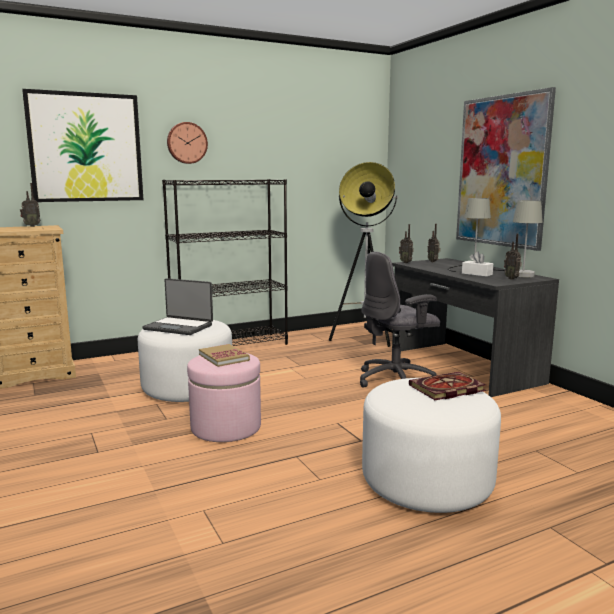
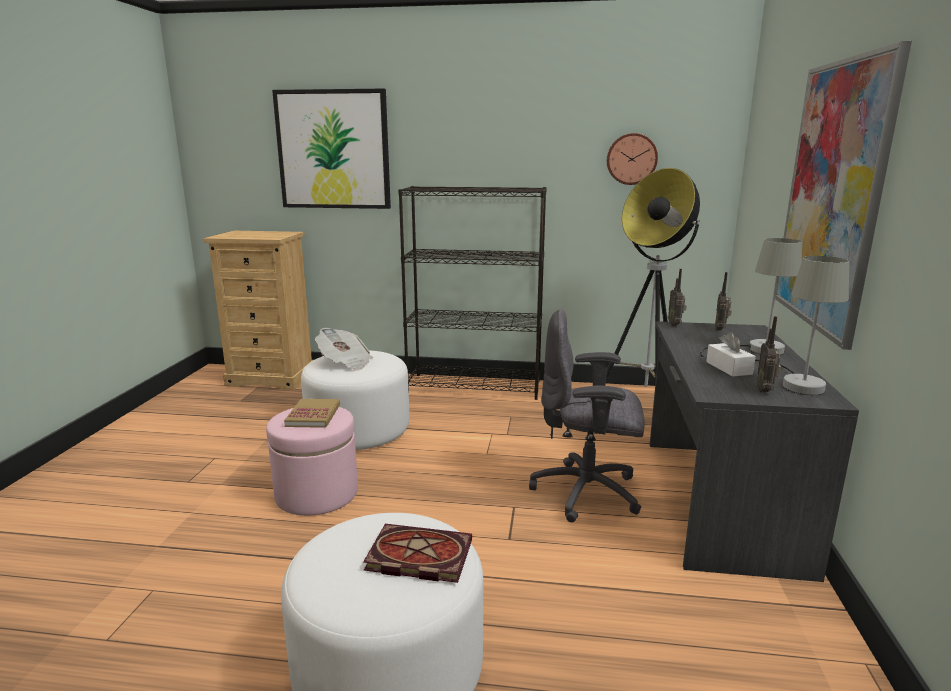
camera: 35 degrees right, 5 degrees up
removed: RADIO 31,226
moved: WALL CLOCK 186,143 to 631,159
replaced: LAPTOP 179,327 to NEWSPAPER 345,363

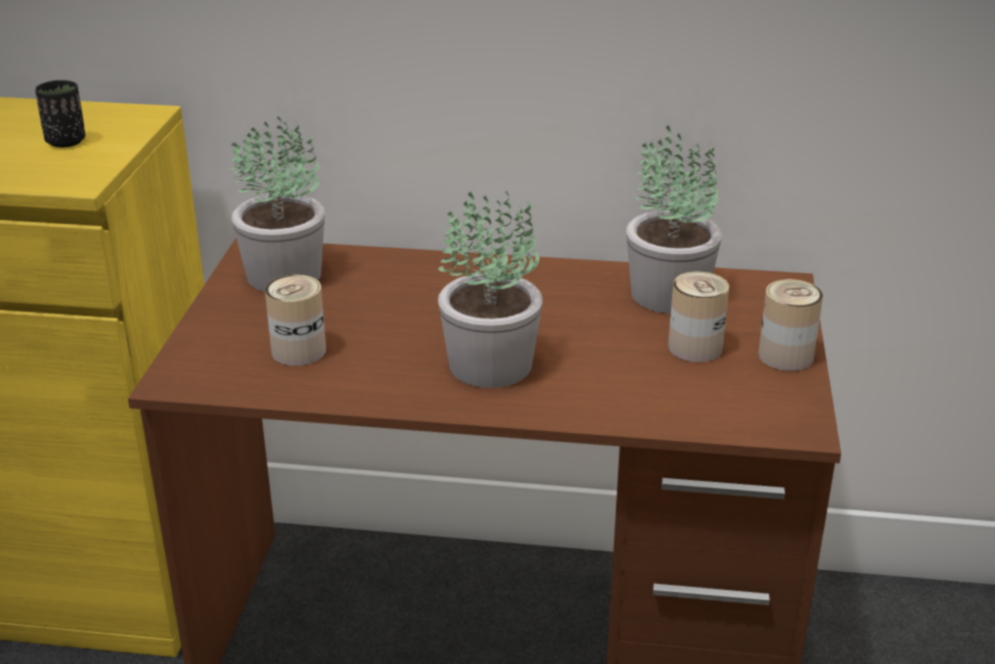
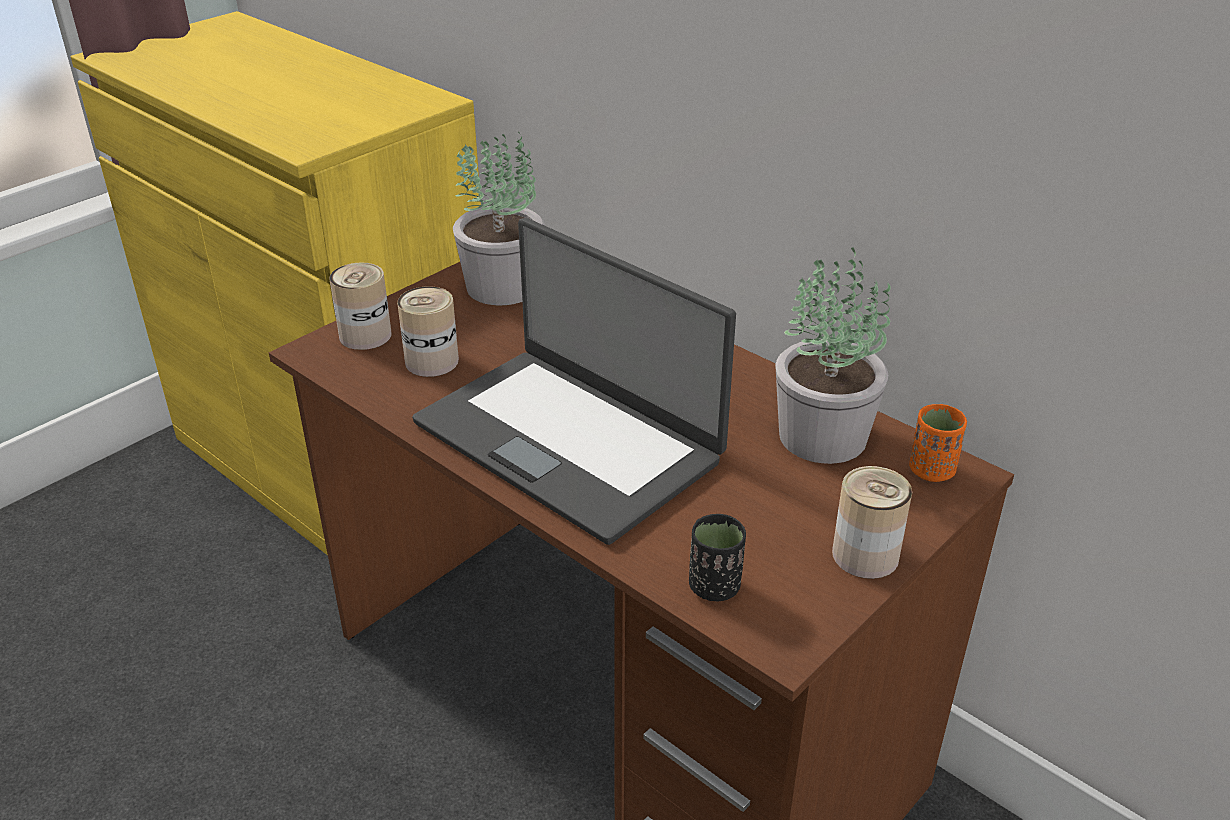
camera: 35 degrees right, 5 degrees up
added: ORANGE CUP 931,471
moved: BLACKISH CUP 66,141 to 714,587; SEALED CAN 695,347 to 365,335
replaced: POTTED PLANT 492,364 to LAPTOP 569,440

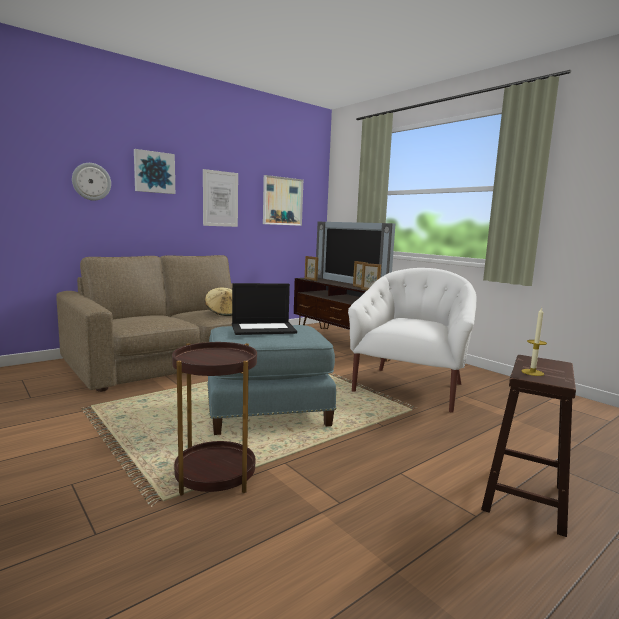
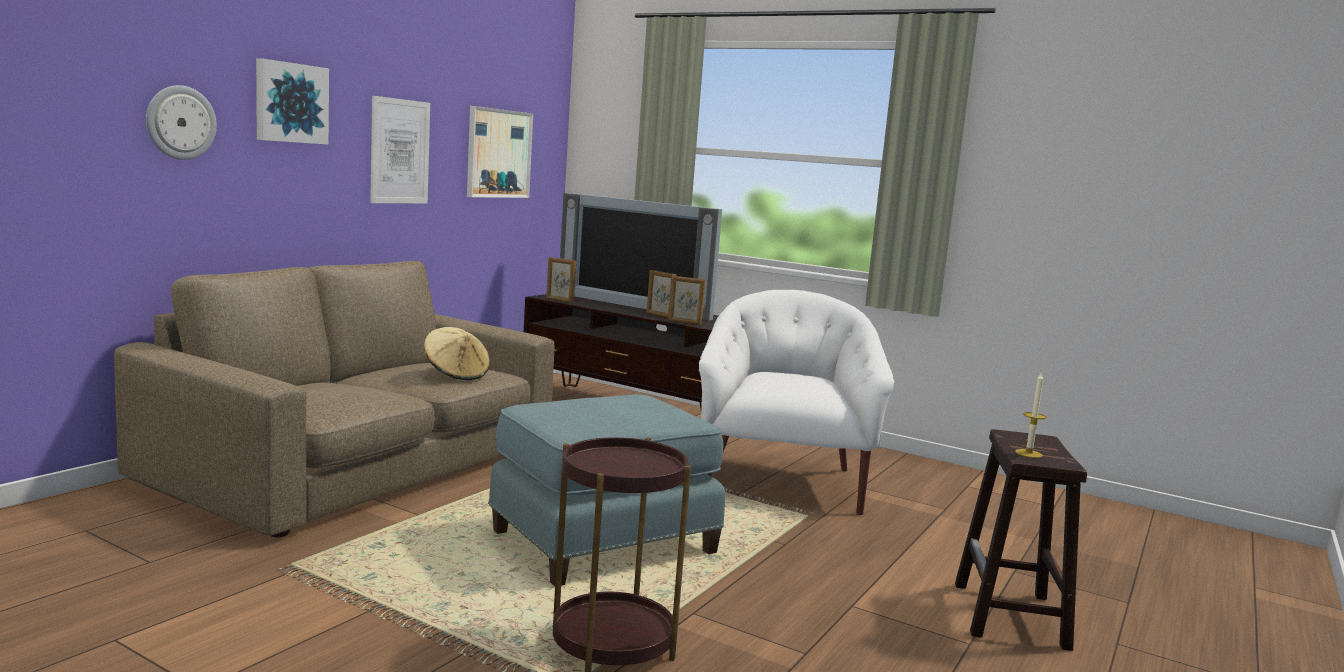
camera: 20 degrees left, 0 degrees up
removed: LAPTOP 264,328

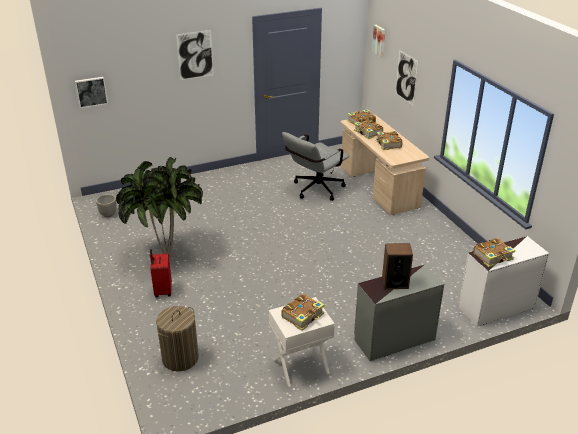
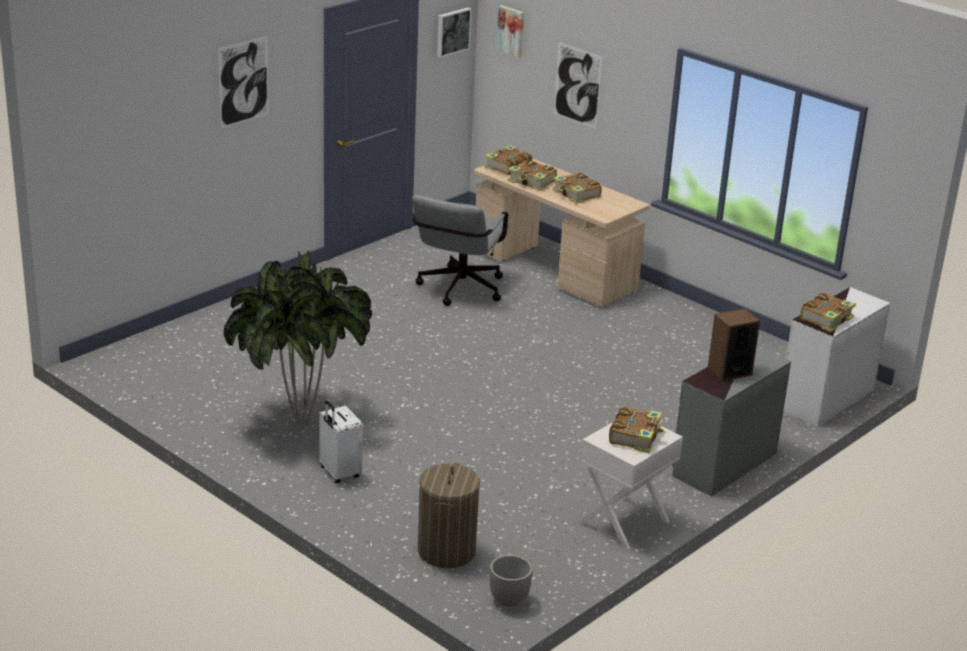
camera: 25 degrees left, 5 degrees down
moved: WALL PICTURE 91,91 to 452,31; FLOWER POT 108,214 to 509,599
recoloured: RED-COLOURED TRAVEL CASE 162,291 to WHITE-COLOURED TRAVEL CASE 339,473

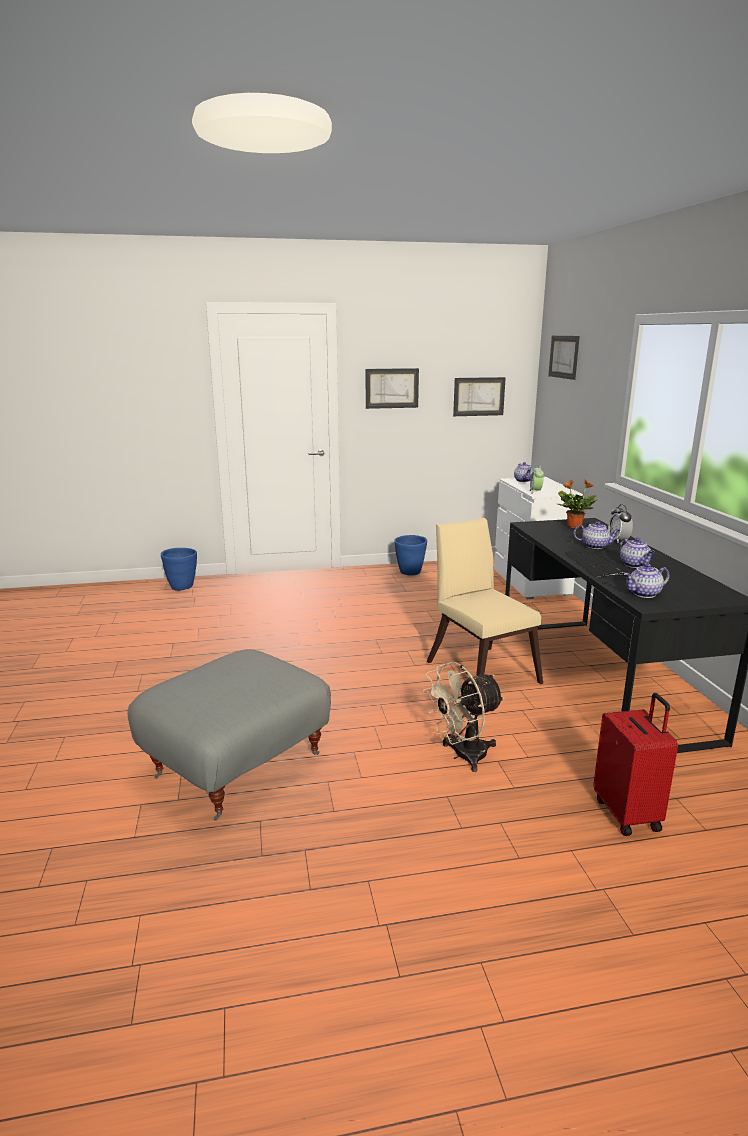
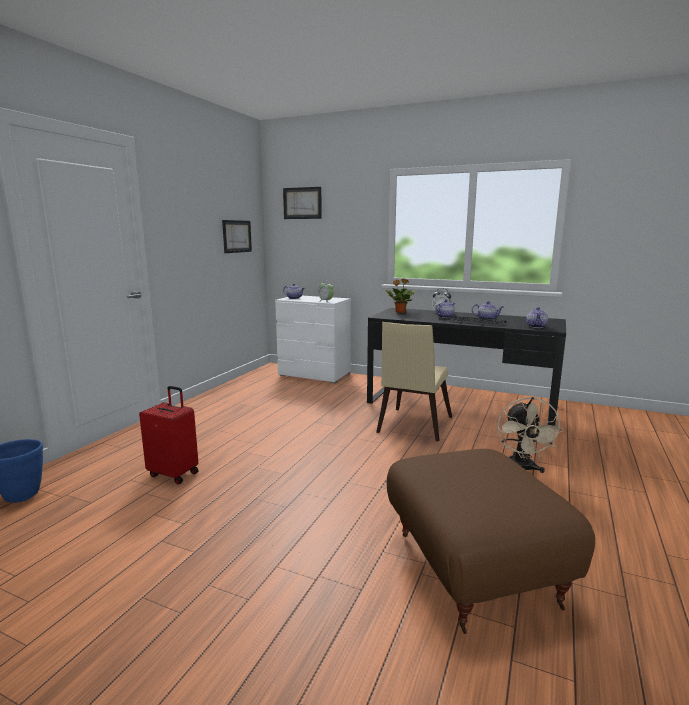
camera: 55 degrees left, 5 degrees down
removed: WALL PICTURE 392,388; BLUE FLOWER POT 410,573
moved: RED-COLOURED TRAVEL CASE 628,814 to 174,473
recoloured: GREY OTTOMAN 237,764 to BROWN-COLOURED OTTOMAN 471,569
turned: SAND-COLOURED CHAIR 480,669 = 412,426 75 degrees counterclockwise

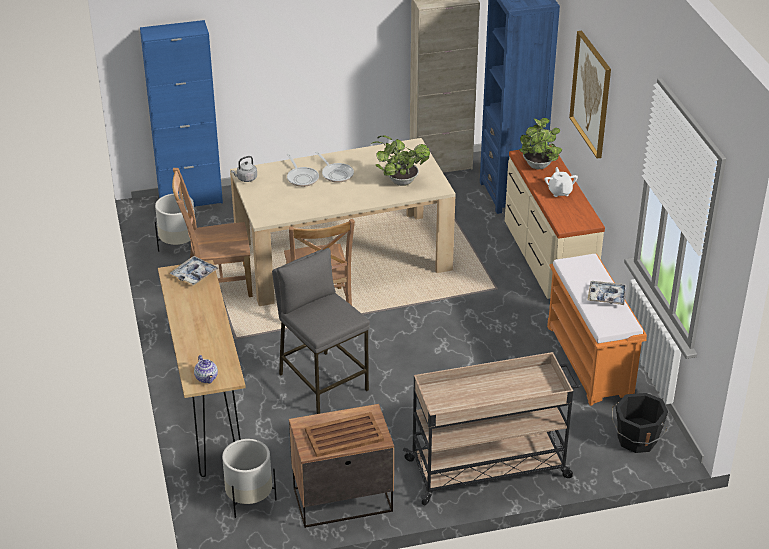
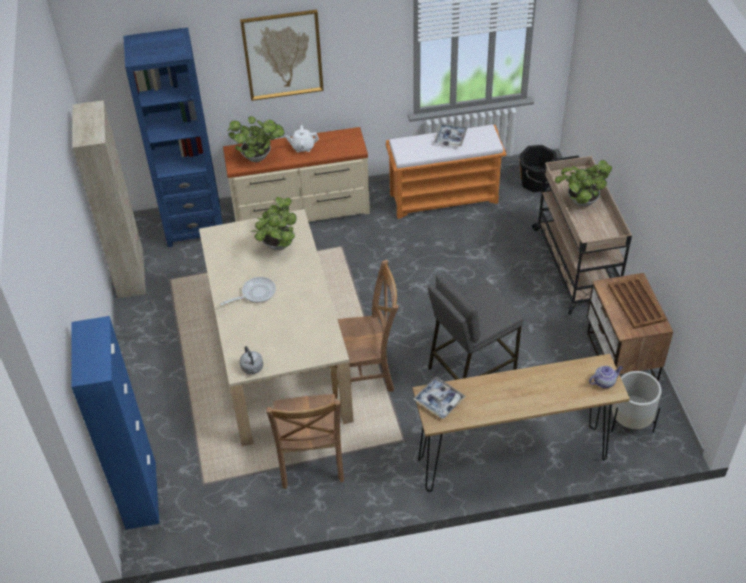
camera: 85 degrees left, 10 degrees up
removed: FRYING PAN 302,178; WHITE-COLOURED FLOWER POT 178,246
added: POTTED PLANT 580,202

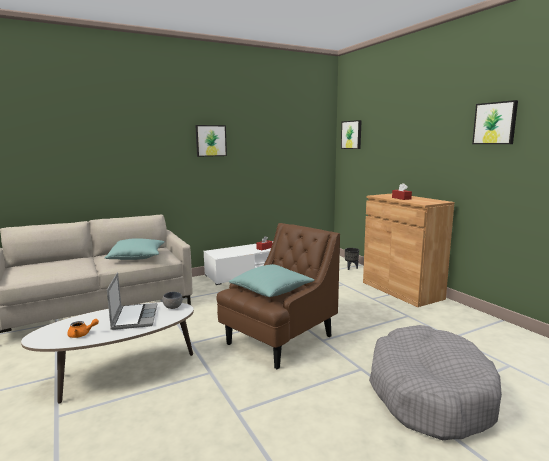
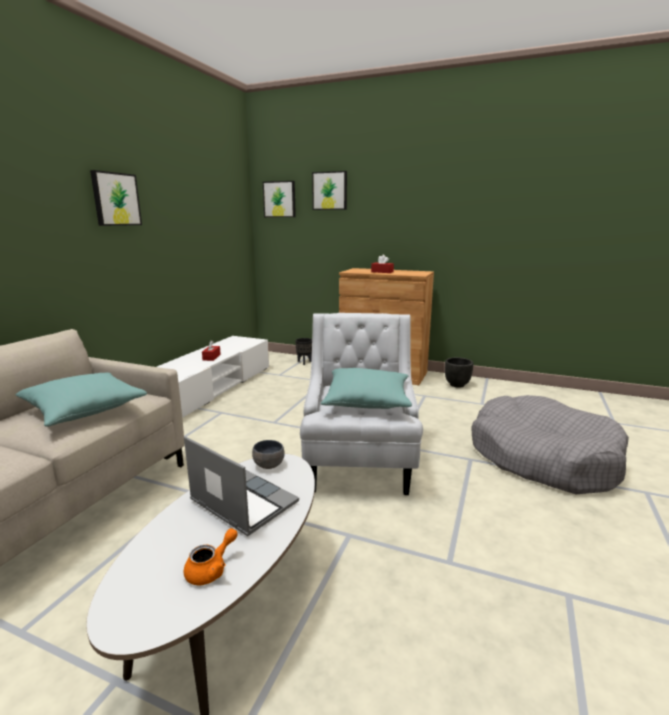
camera: 40 degrees left, 5 degrees up
added: BLACKISH FLOWER POT 456,385
moved: WALL PICTURE 495,123 to 330,191
recoloured: BROWN-COLOURED LOUNGE CHAIR 279,340 to WHITE-COLOURED LOUNGE CHAIR 359,463

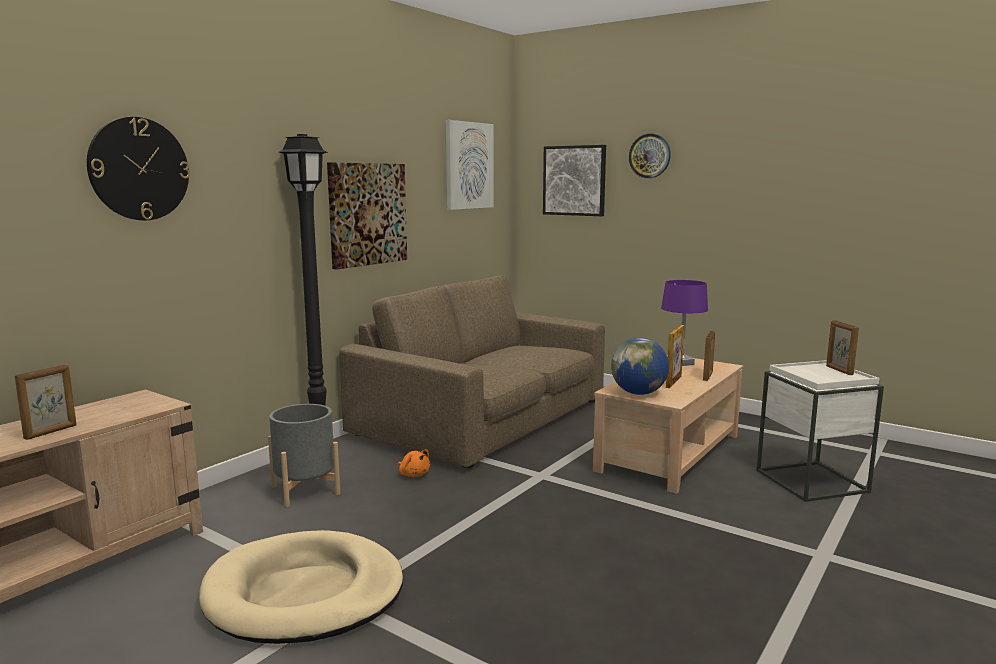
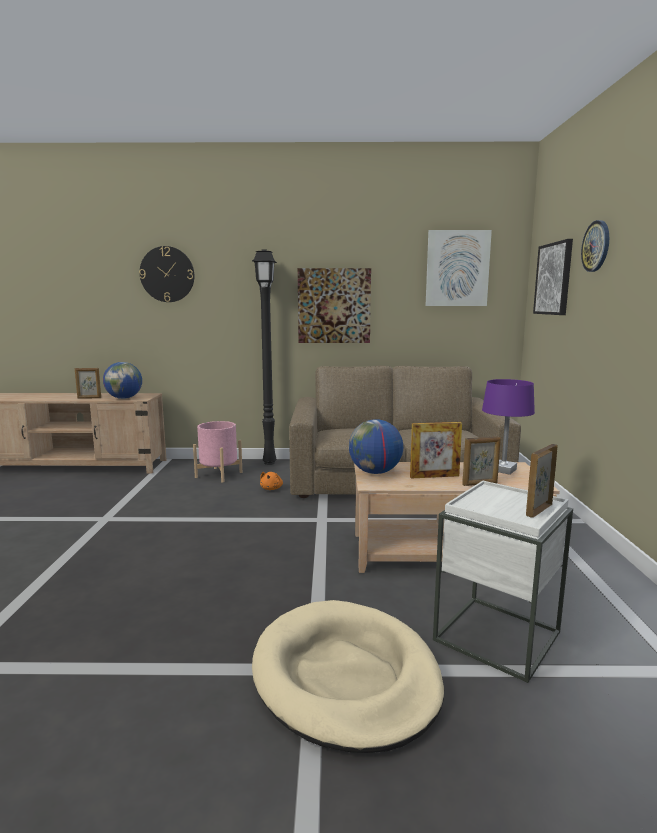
camera: 55 degrees right, 0 degrees up
added: DESK GLOBE 124,398
moved: SAND-COLOURED DOG BED 304,593 to 345,677
recoloured: GREY FLOWER POT 305,490 to PINKISH FLOWER POT 219,475

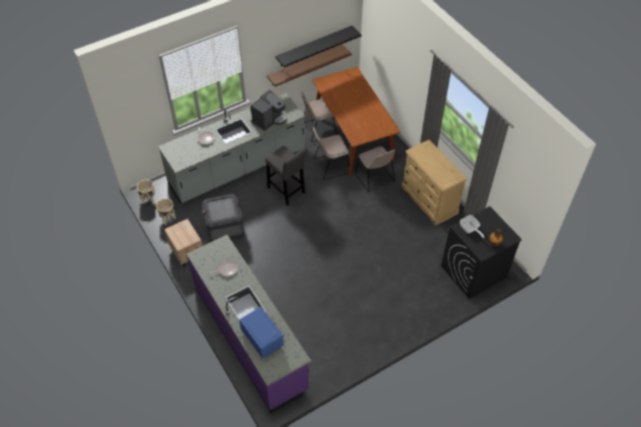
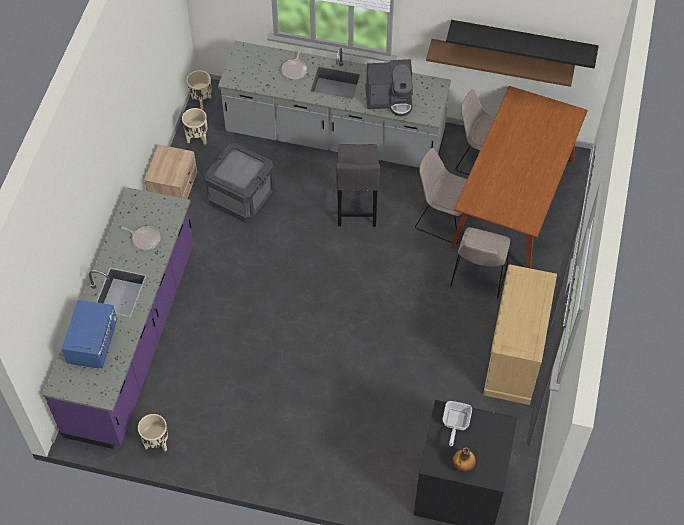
camera: 45 degrees right, 5 degrees up
added: SAND-COLOURED FLOWER POT 157,444

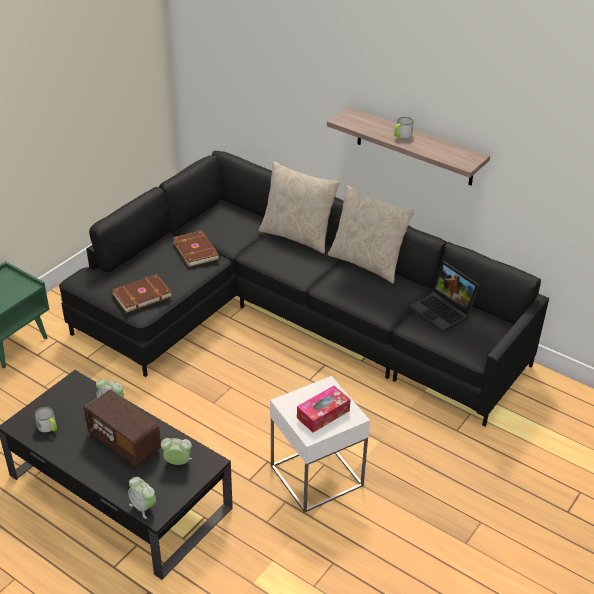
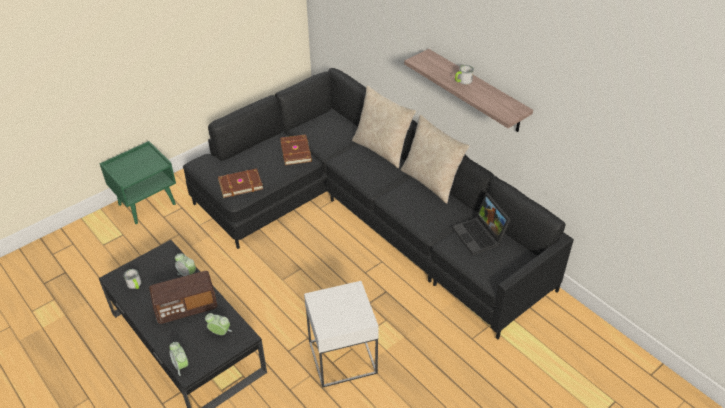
camera: 15 degrees right, 5 degrees up
removed: BOX OF TISSUES 323,414
turned: RADIO 124,442 = 186,307 75 degrees counterclockwise

